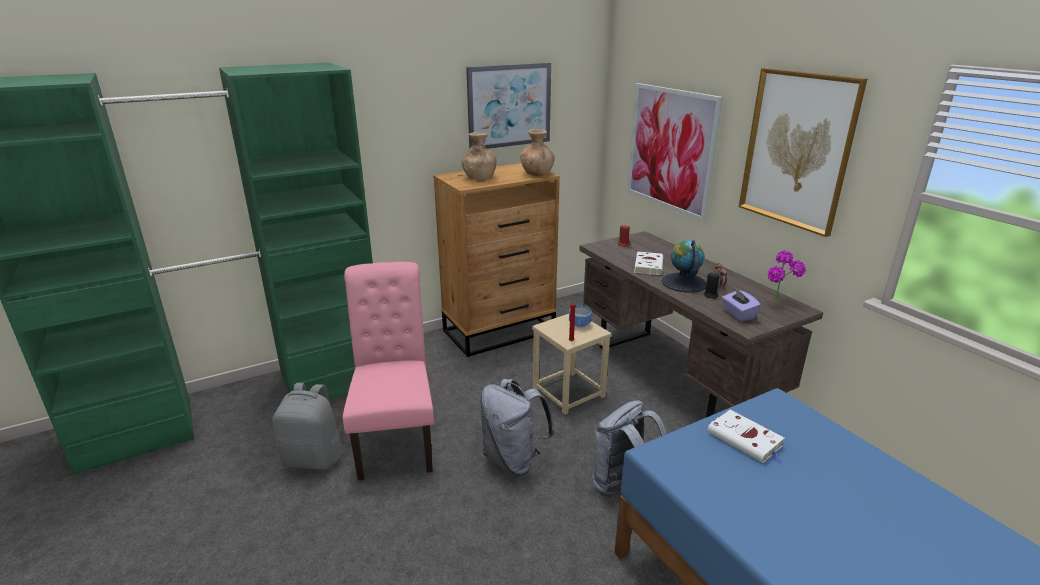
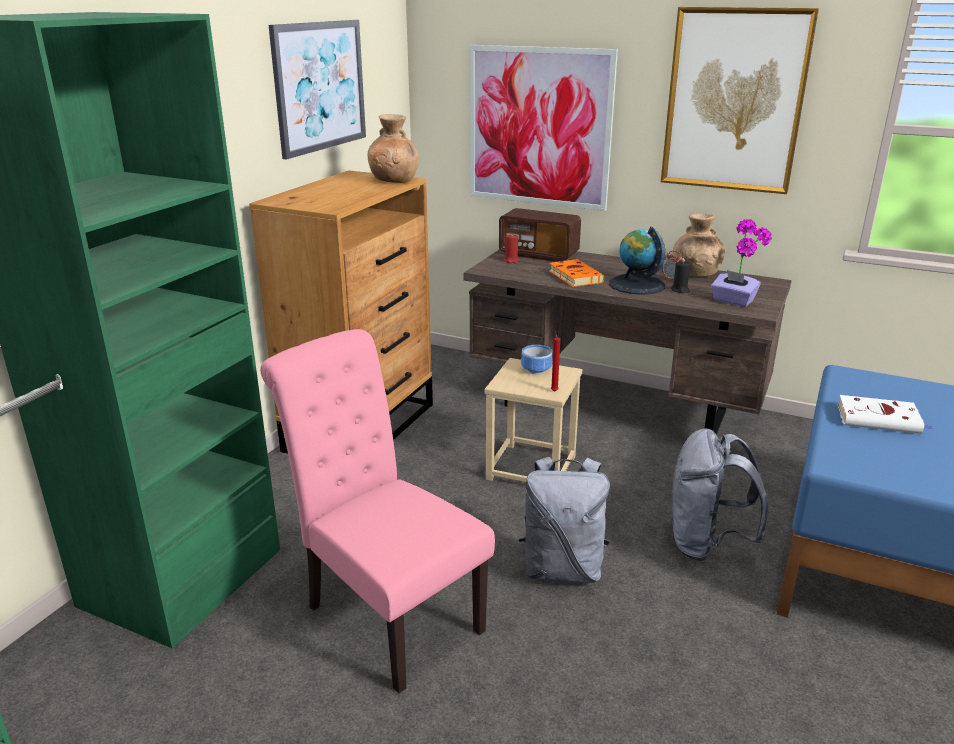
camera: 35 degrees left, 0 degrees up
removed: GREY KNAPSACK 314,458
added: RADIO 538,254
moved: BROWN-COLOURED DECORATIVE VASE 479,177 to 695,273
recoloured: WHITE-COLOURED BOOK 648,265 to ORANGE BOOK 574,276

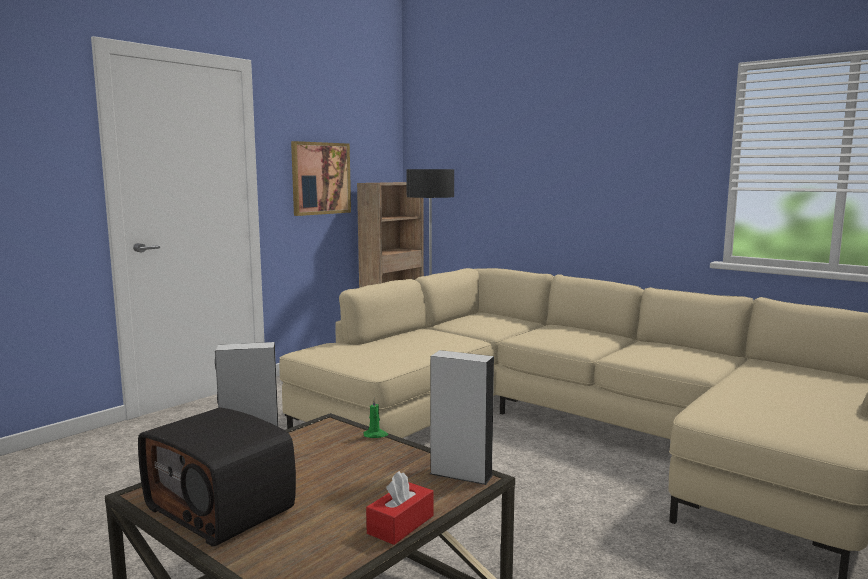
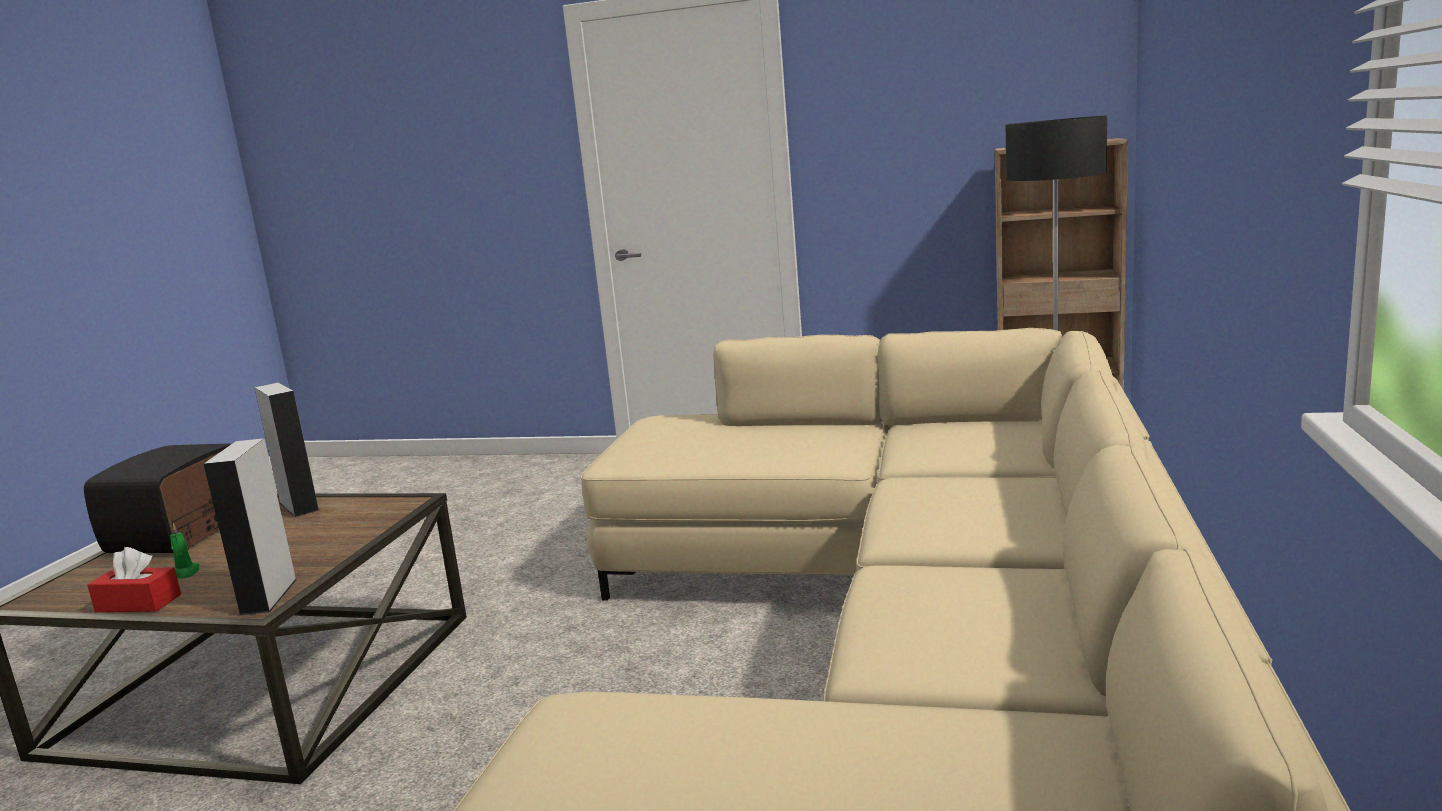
camera: 65 degrees right, 5 degrees up
removed: WALL PICTURE 320,178
moved: GREENISH WAX CANDLE 375,435 to 185,573

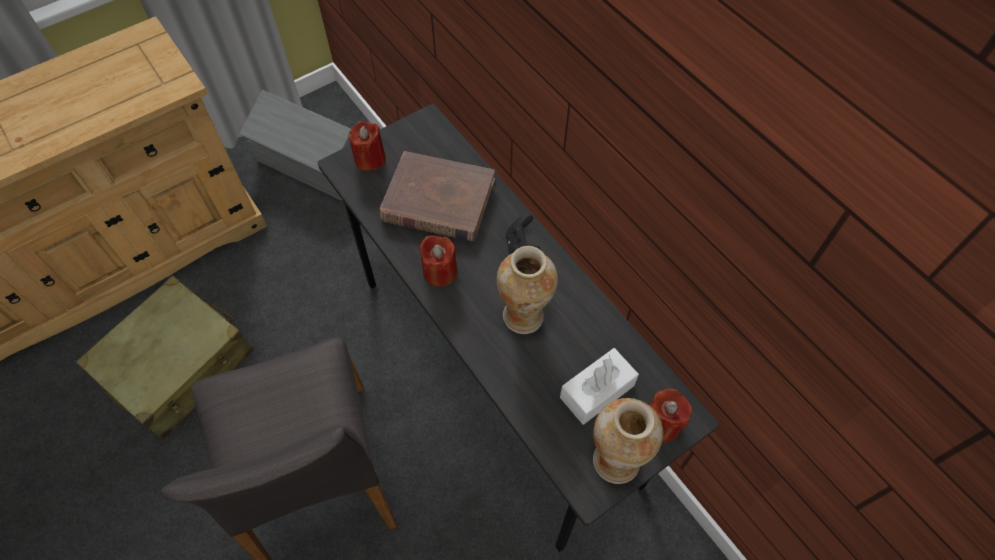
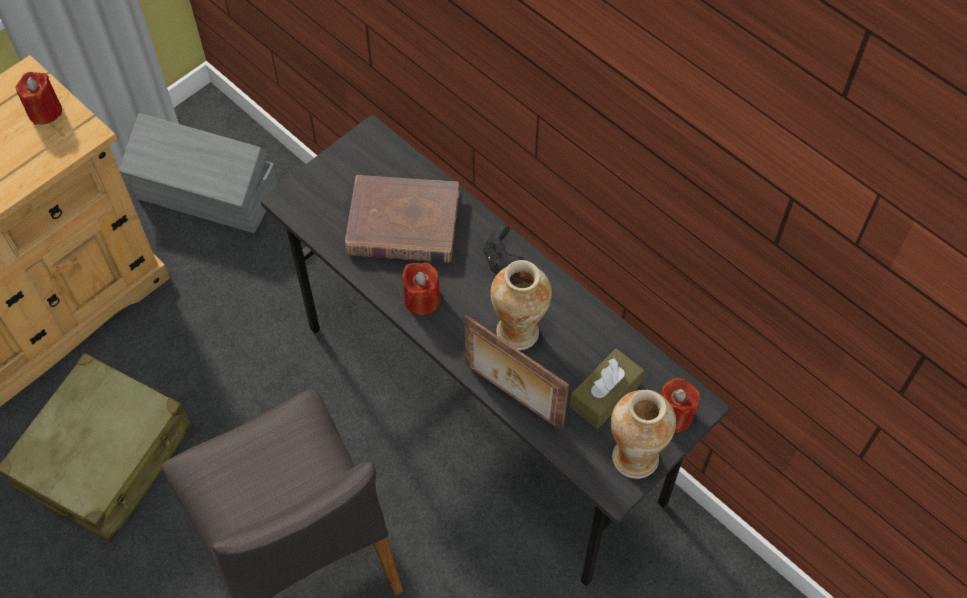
camera: 10 degrees left, 0 degrees up
added: PHOTO FRAME 512,397
moved: RED-COLOURED WAX CANDLE 370,159 to 45,111
recoloured: WHITE-COLOURED BOX OF TISSUES 597,391 to BROWN-COLOURED BOX OF TISSUES 605,395

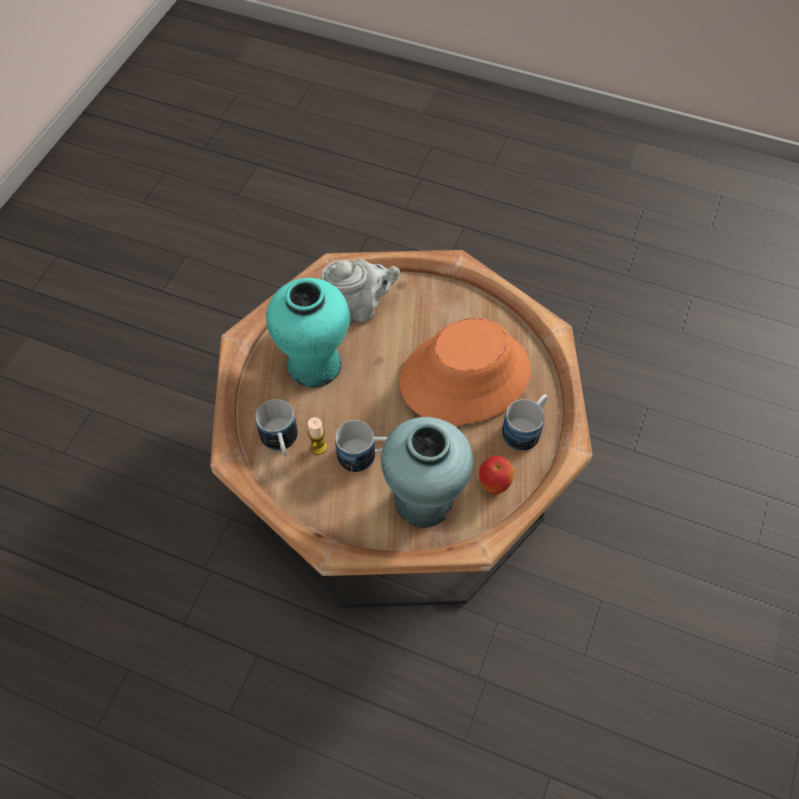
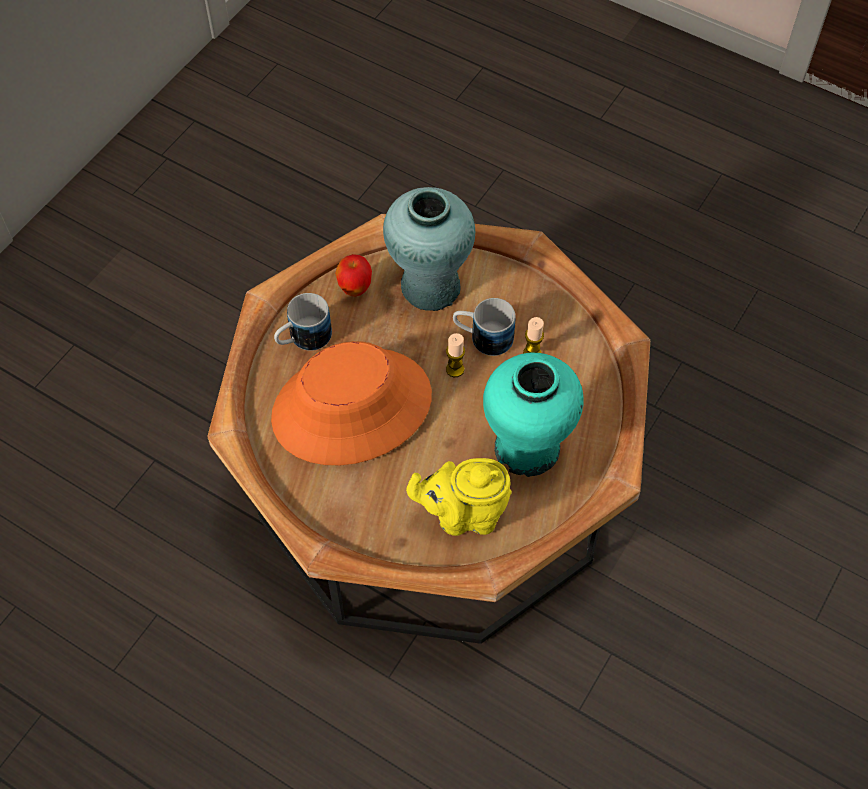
camera: 170 degrees left, 0 degrees up
removed: TEA MUG 281,442
added: WAX CANDLE 455,369
recoloured: GREY TEAPOT 358,309 to YELLOW TEAPOT 463,515

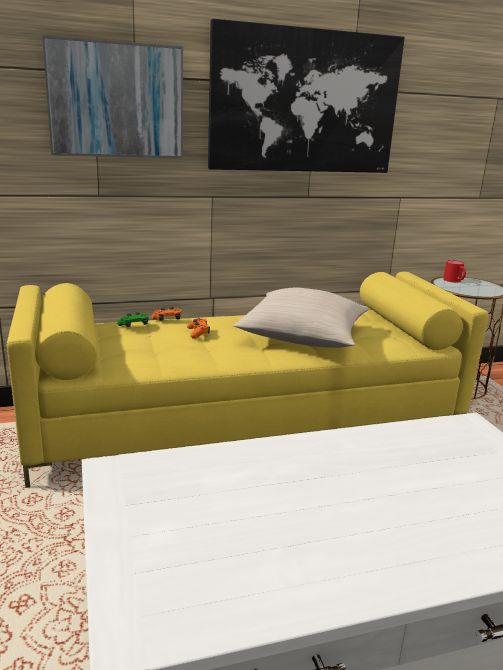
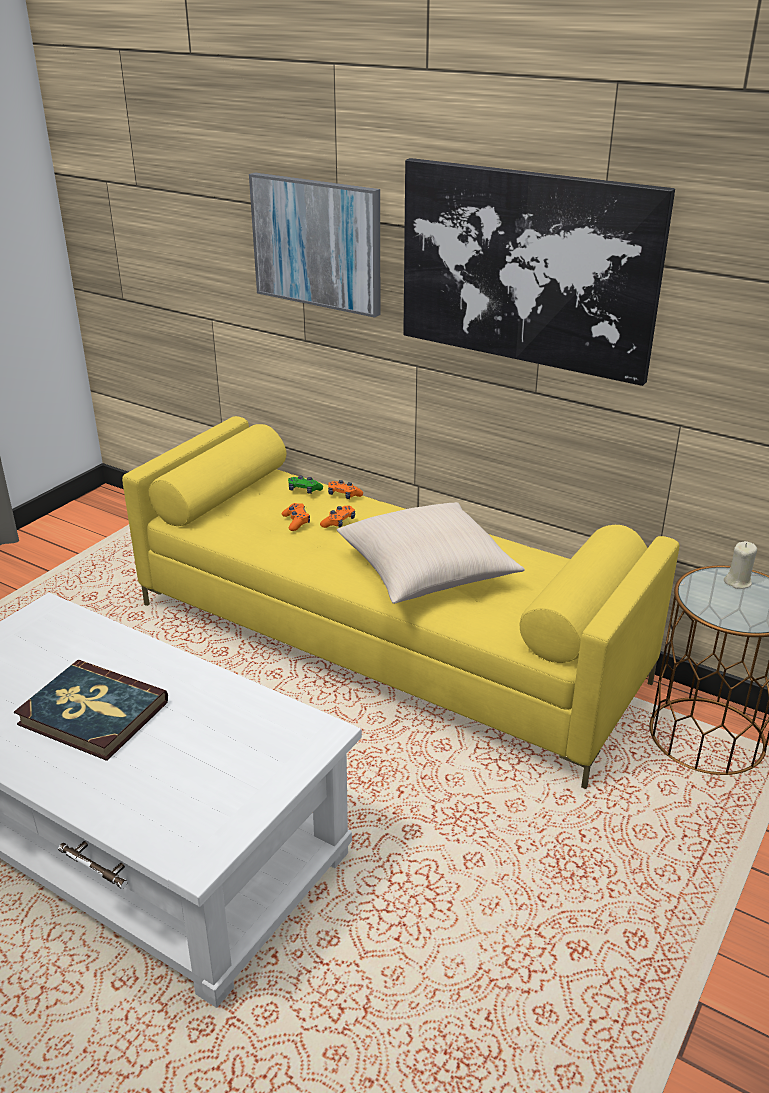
camera: 50 degrees right, 10 degrees up
added: ORANGE JOYPAD 296,521; BOOK 93,714
replaced: RED-COLOURED TEA MUG 454,281 to SAND-COLOURED WAX CANDLE 737,582

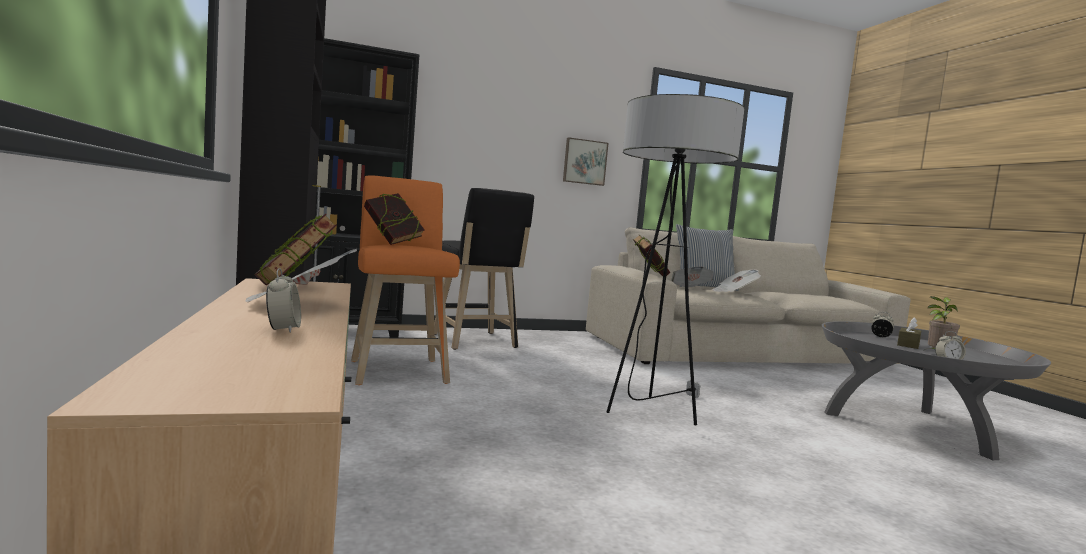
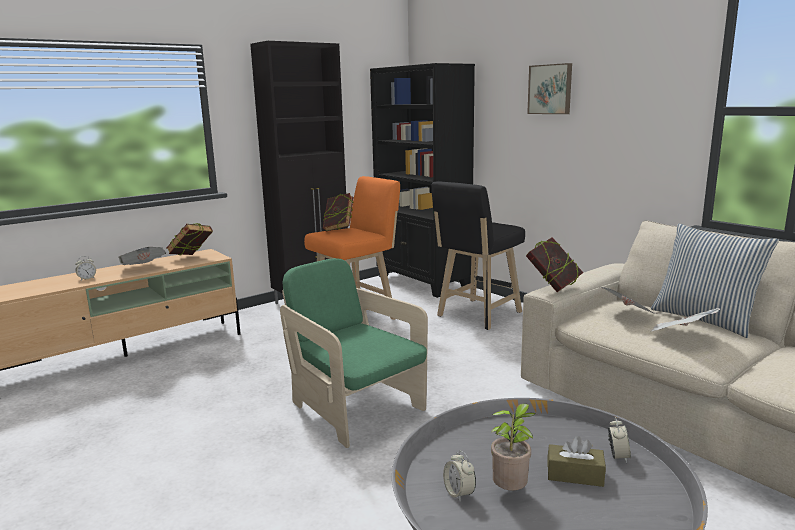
camera: 70 degrees right, 10 degrees up
moved: WALL PICTURE 584,162 to 550,89
replaced: STANDARD LAMP 652,417 to GREENISH LOUNGE CHAIR 355,408

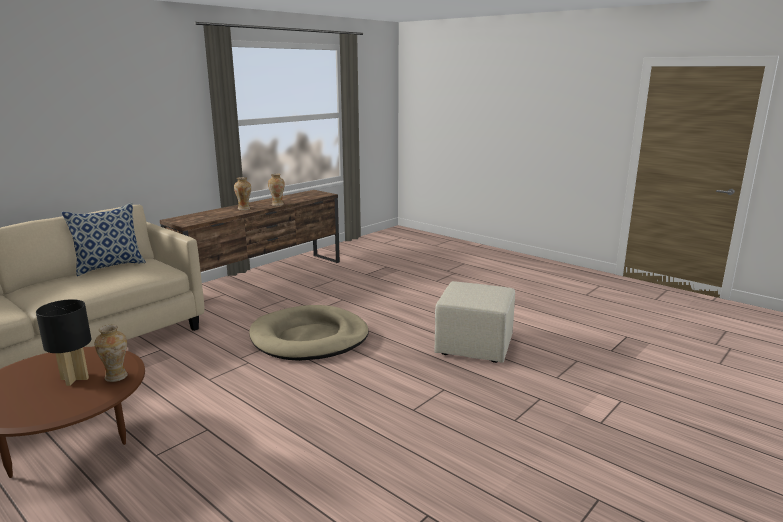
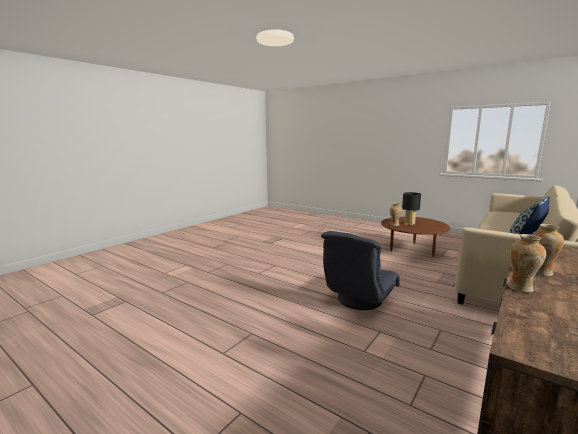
camera: 175 degrees right, 5 degrees down
removed: SAND-COLOURED OTTOMAN 475,346
replaced: SAND-COLOURED DOG BED 309,338 to GREY LOUNGE CHAIR 358,300

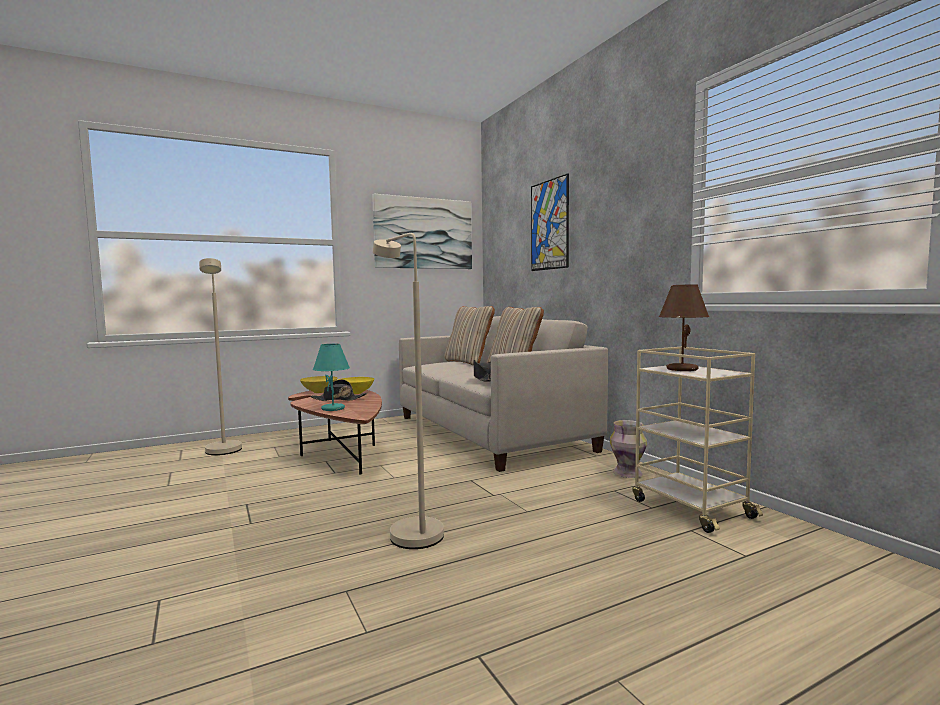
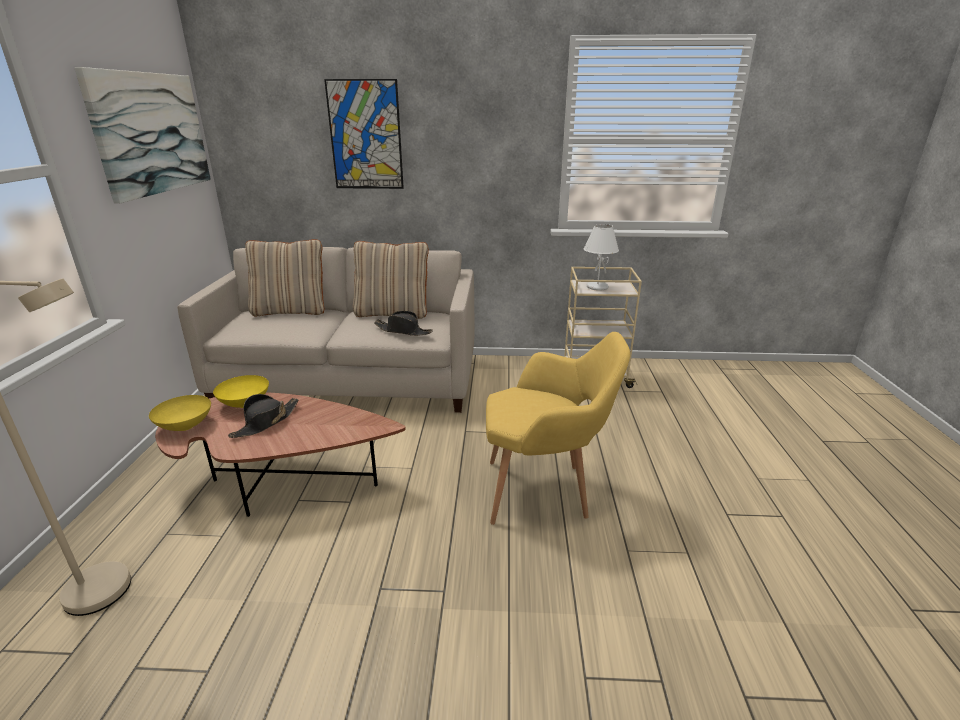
camera: 60 degrees left, 20 degrees up
removed: BLUE-GREEN LAMP FOR A TABLE 333,408; DECORATIVE VASE 628,474
replaced: SAND-COLOURED STANDARD LAMP 410,530 to YELLOW LOUNGE CHAIR 544,492
recoloured: BROWN-COLOURED LAMP FOR A TABLE 681,369 to WHITE-COLOURED LAMP FOR A TABLE 596,287

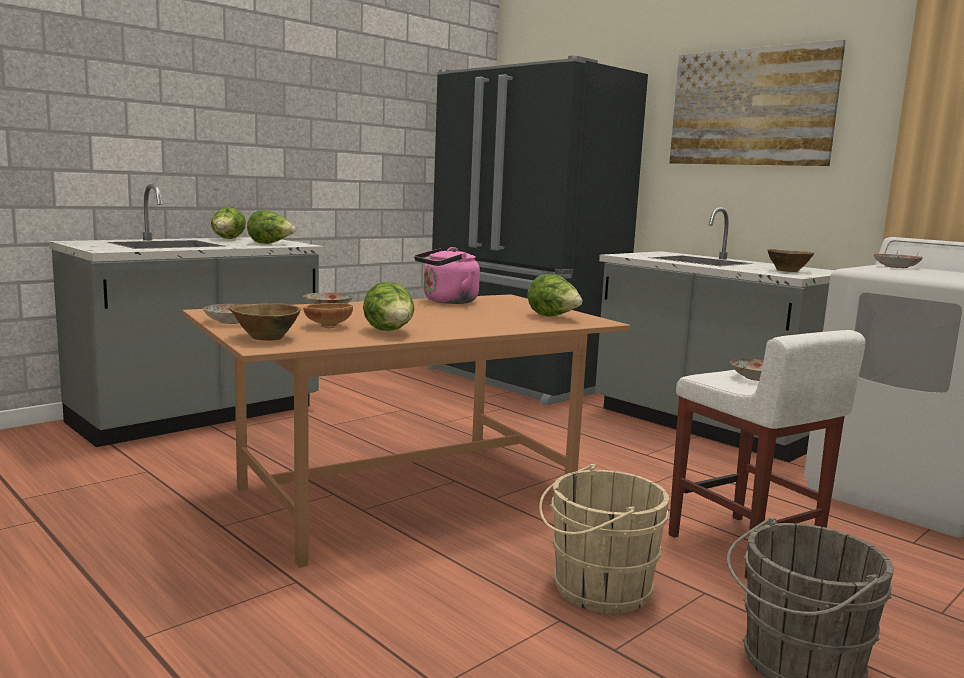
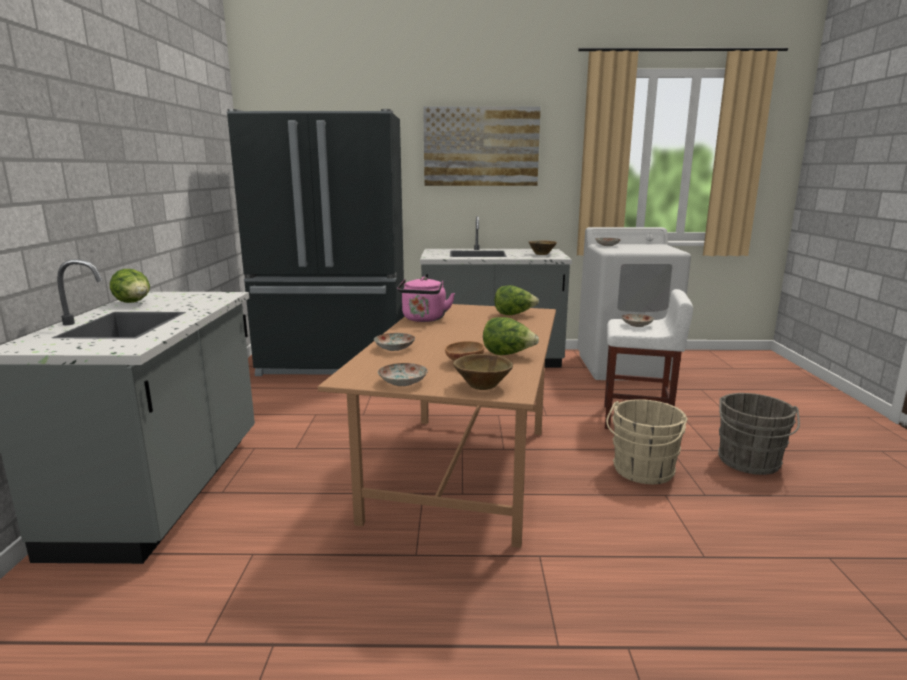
camera: 45 degrees left, 5 degrees up
removed: HEAD OF LETTUCE 270,244

